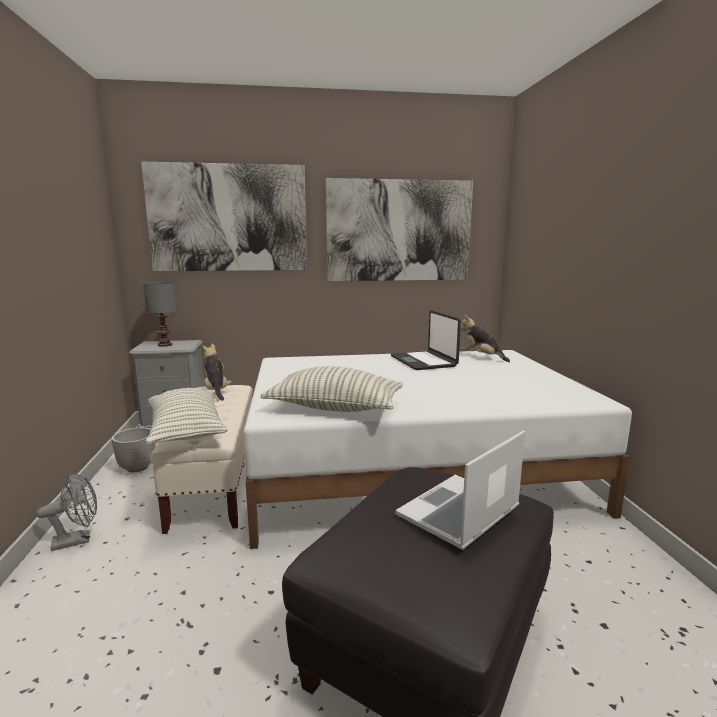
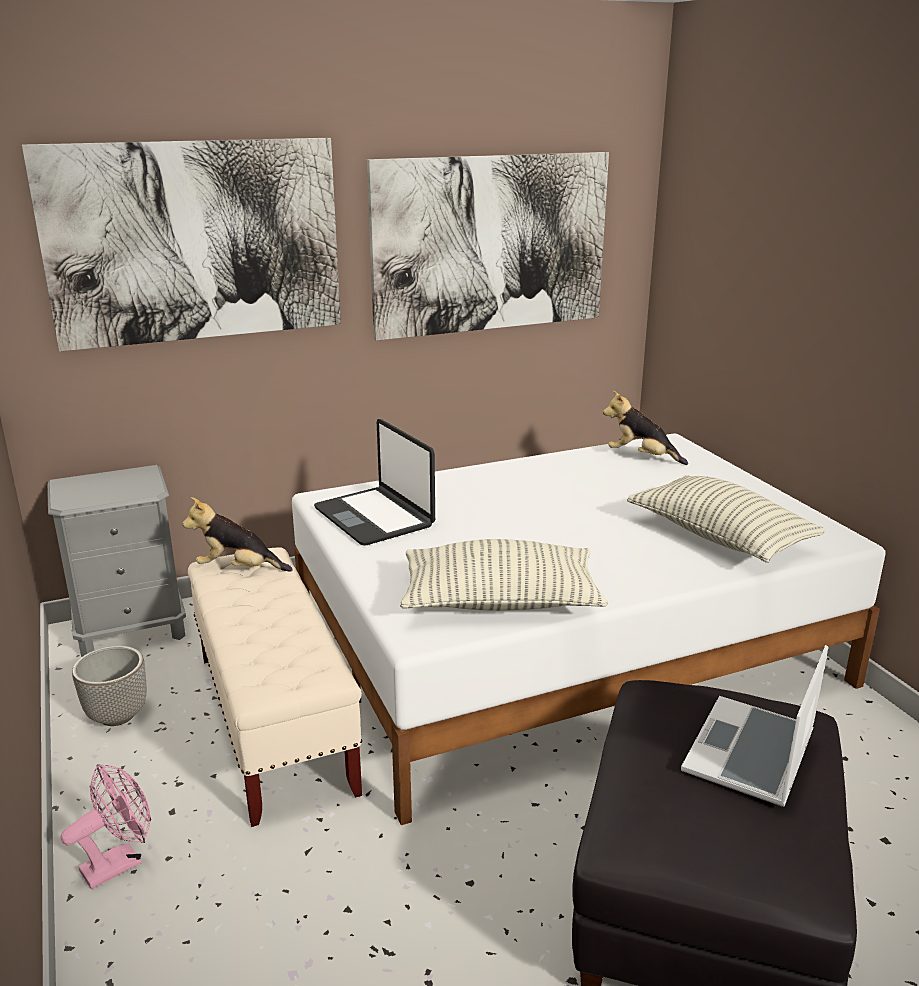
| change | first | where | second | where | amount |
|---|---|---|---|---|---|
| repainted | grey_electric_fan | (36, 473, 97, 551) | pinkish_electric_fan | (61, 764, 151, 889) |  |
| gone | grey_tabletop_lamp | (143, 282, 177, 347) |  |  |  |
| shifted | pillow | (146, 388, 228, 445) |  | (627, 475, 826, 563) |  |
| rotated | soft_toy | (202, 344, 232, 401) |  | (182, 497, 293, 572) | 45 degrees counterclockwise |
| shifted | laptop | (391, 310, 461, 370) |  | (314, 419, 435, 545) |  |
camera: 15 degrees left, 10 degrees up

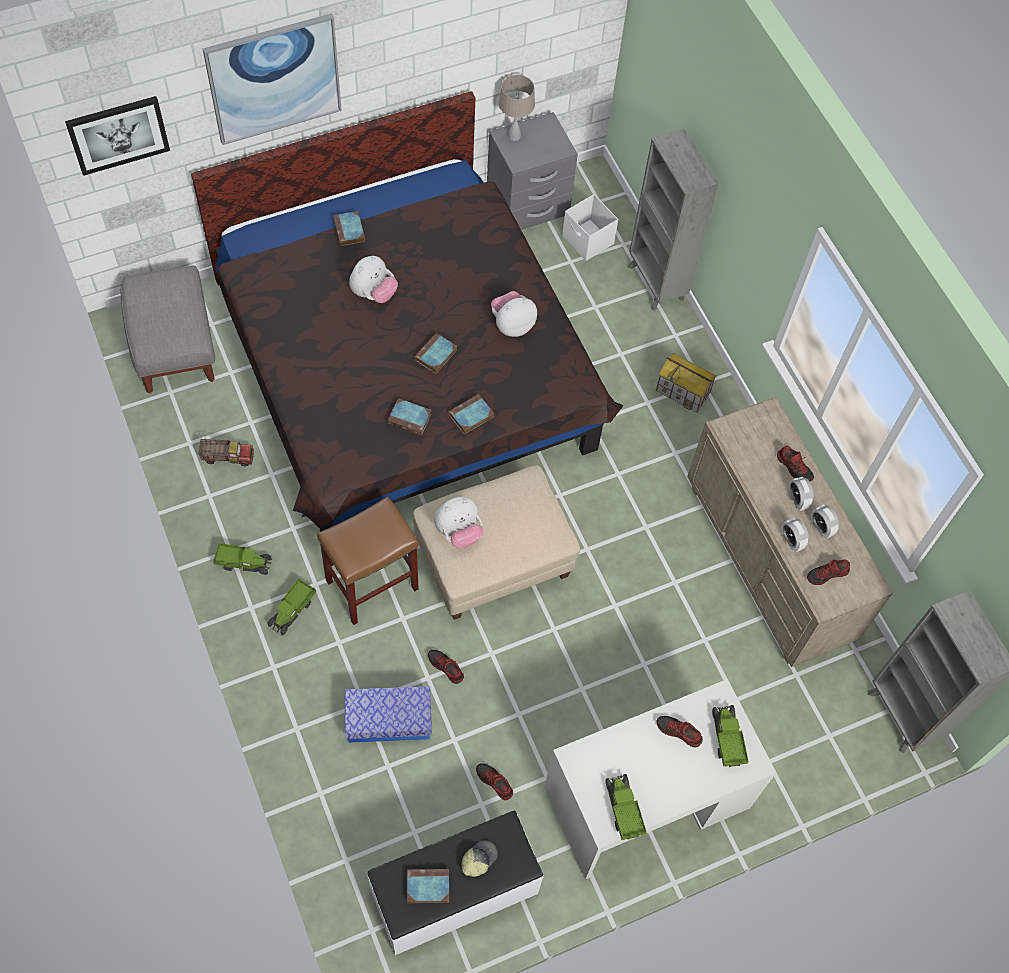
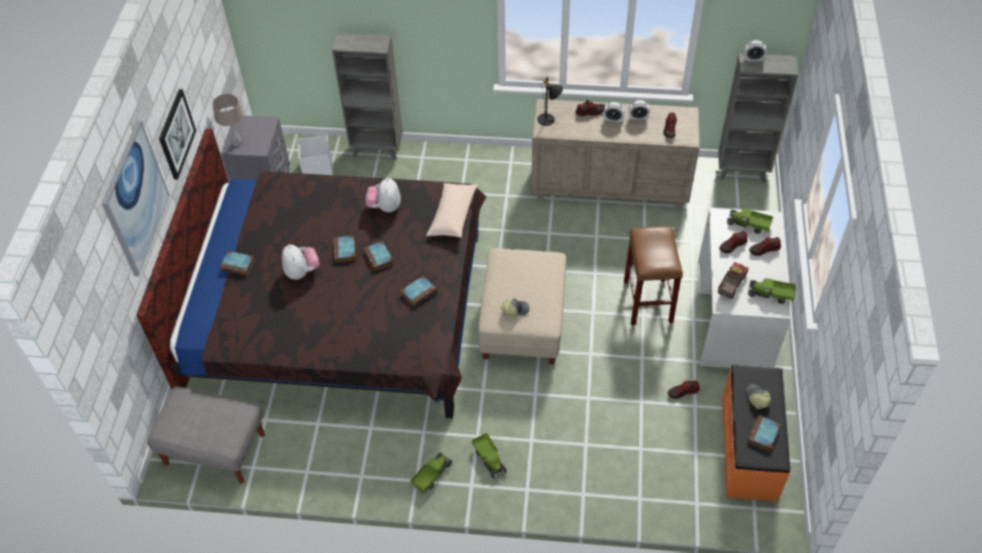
| change | first | where | second | where | amount |
|---|---|---|---|---|---|
| shifted | wall_picture | (65, 96, 170, 176) |  | (159, 89, 196, 180) |  |
| shifted | model_truck | (198, 439, 254, 466) |  | (718, 262, 748, 299) |  |
| shifted | brown-coloured_stool | (317, 496, 419, 625) |  | (624, 226, 683, 325) |  |
| gone | storage_bin | (345, 686, 432, 743) |  |  |  |
| repainted | white-coloured_indoor_bench | (367, 811, 544, 955) | orange_indoor_bench | (722, 365, 790, 501) |  |
| shifted | low_shoe | (428, 650, 464, 684) |  | (749, 237, 781, 256) |  |
| swapped | soft_toy | (434, 497, 483, 548) | cap | (501, 298, 529, 317) |  |
| shifted | volume | (449, 394, 494, 434) |  | (333, 236, 356, 262) |  |
| gone | toy_house | (656, 353, 716, 413) |  |  |  |
| shifted | table_clock | (782, 518, 809, 552) |  | (744, 40, 766, 62) |  |
| new |  |  | sand-coloured_pillow | (426, 183, 478, 238) |  |
| new |  |  | black_tabletop_lamp | (537, 77, 563, 126) |  |
camera: 55 degrees left, 10 degrees down

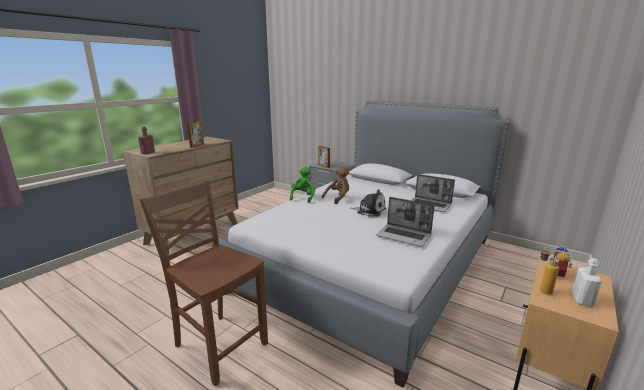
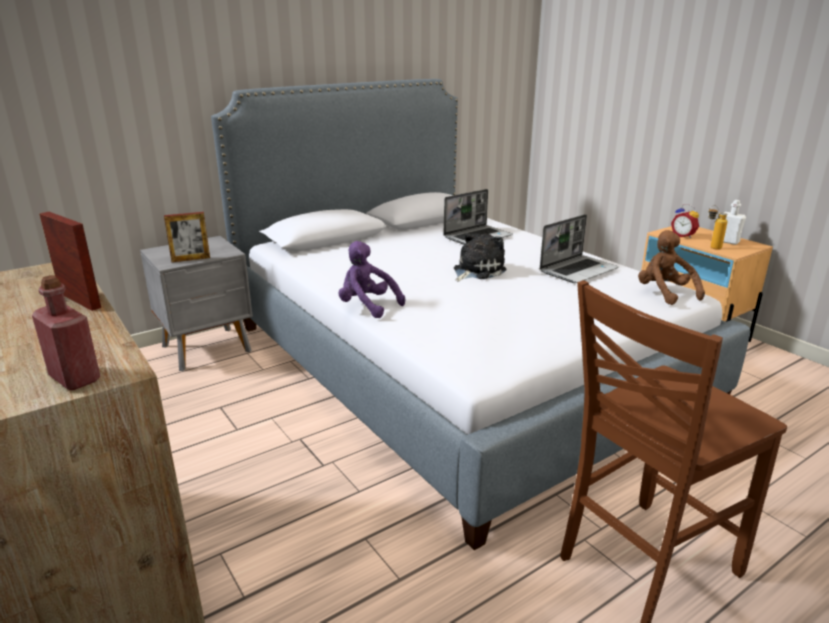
| change | first | where | second | where | amount |
|---|---|---|---|---|---|
| repainted | green-coloured_soft_toy | (290, 167, 315, 203) | purple_soft_toy | (339, 241, 405, 318) |  |
| shifted | brown-coloured_soft_toy | (322, 167, 349, 204) |  | (638, 230, 705, 305) |  |
camera: 70 degrees left, 5 degrees up

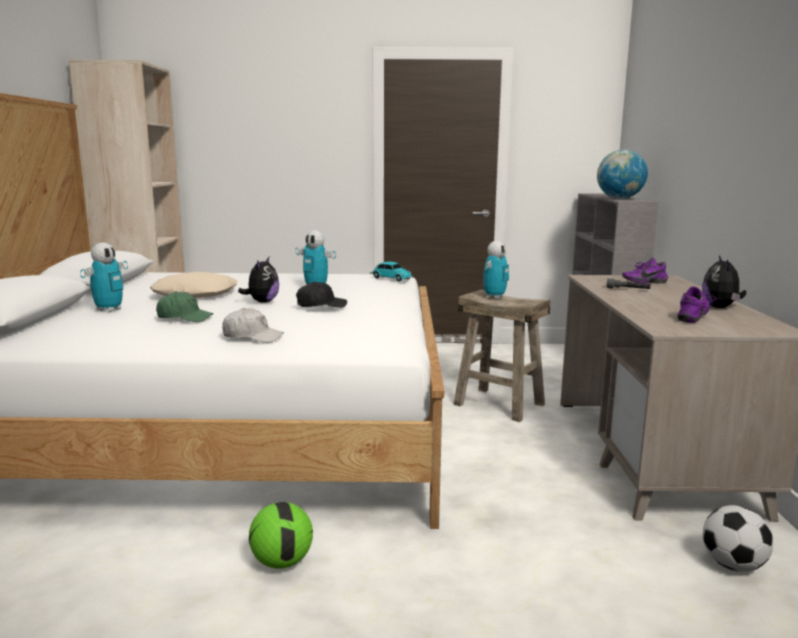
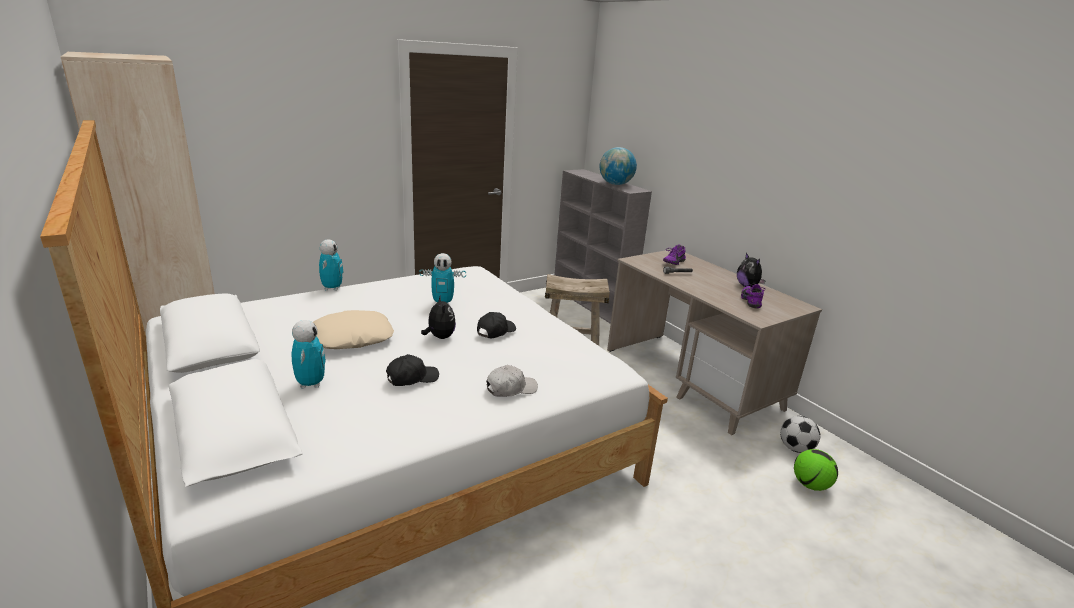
| change | first | where | second | where | amount |
|---|---|---|---|---|---|
| repainted | green-coloured_cap | (156, 291, 213, 322) | black_cap | (386, 354, 439, 386) |  |
| shifted | football | (249, 502, 313, 569) |  | (794, 449, 838, 491) |  |
| gone | model_car | (370, 262, 413, 282) |  |  |  |
| shifted | toy_robot | (483, 241, 509, 299) |  | (319, 239, 344, 291) |  |
camera: 35 degrees left, 10 degrees up

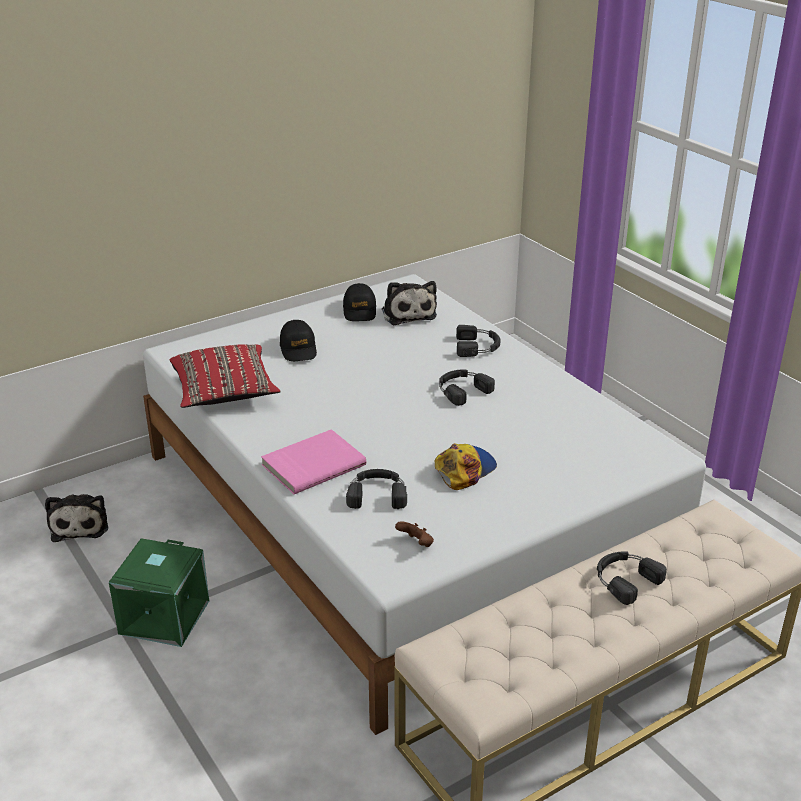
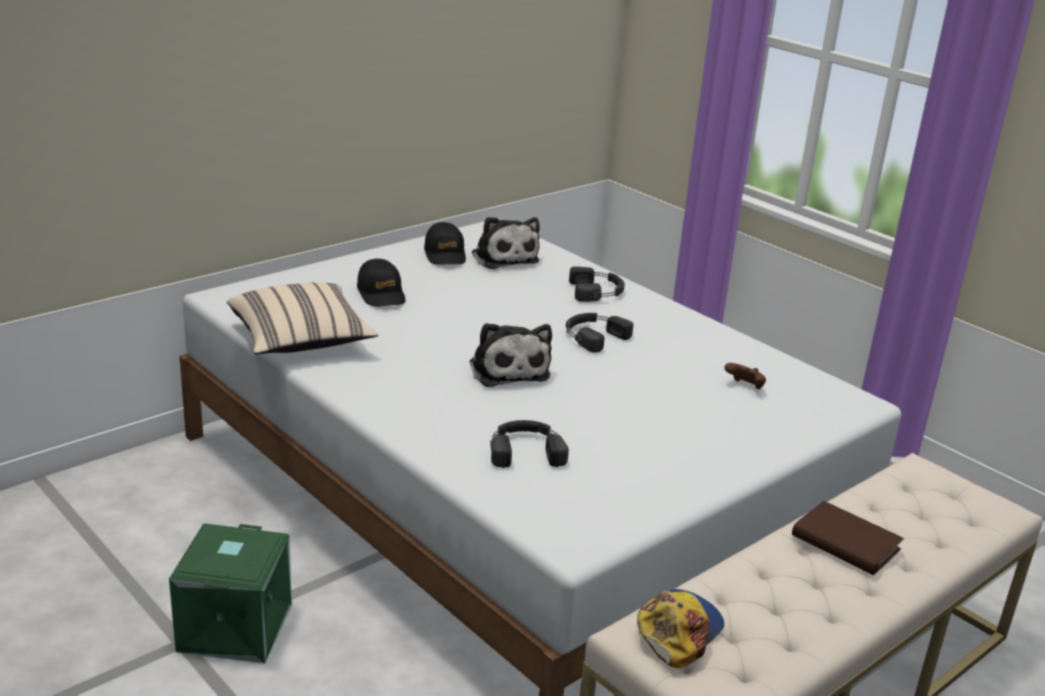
| change | first | where | second | where | amount |
|---|---|---|---|---|---|
| shifted | soft_toy | (45, 494, 108, 542) |  | (470, 323, 552, 387) |  |
| repainted | red-coloured_pillow | (170, 344, 280, 408) | sand-coloured_pillow | (227, 282, 378, 354) |  |
| gone | pinkish_volume | (261, 429, 366, 494) |  |  |  |
| shifted | brown-coloured_gamepad | (395, 521, 434, 547) |  | (725, 363, 766, 389) |  |
| shifted | cap | (435, 443, 497, 490) |  | (637, 589, 724, 668) |  |
| swapped | black_headphones | (597, 551, 667, 605) | brown-coloured_volume | (792, 501, 904, 575) |  |
camera: 10 degrees left, 5 degrees down

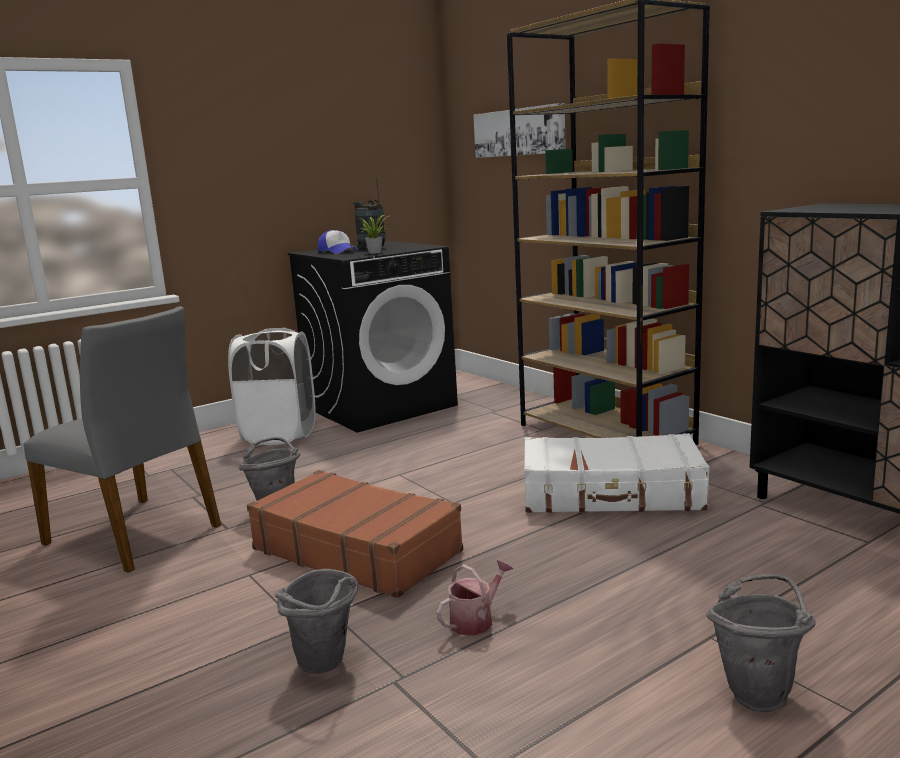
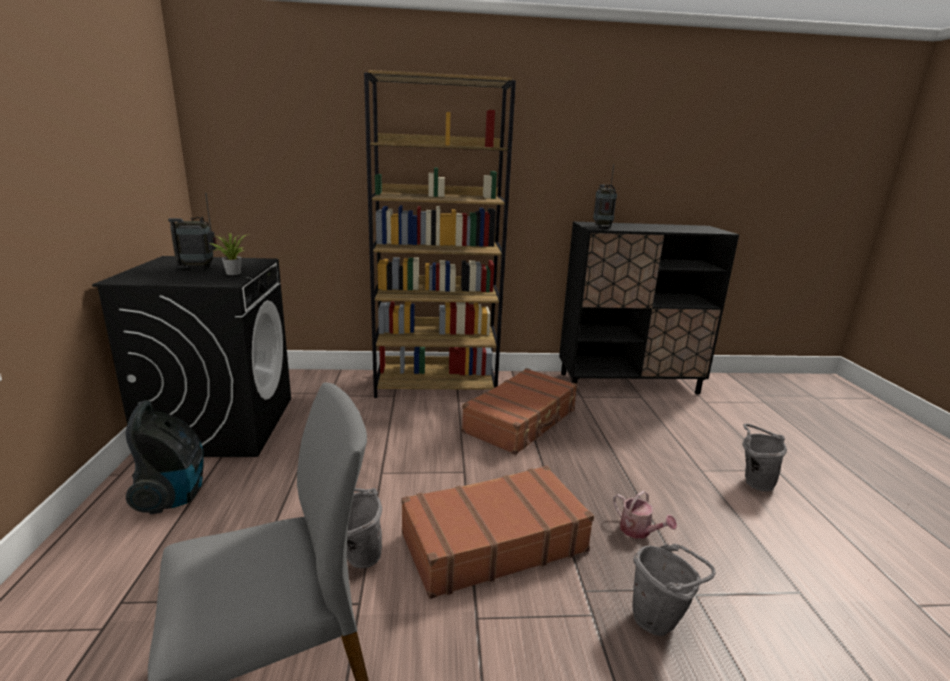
| change | first | where | second | where | amount |
|---|---|---|---|---|---|
| swapped | white-coloured_hamper | (228, 328, 315, 445) | vacuum | (125, 400, 204, 514) |  |
| gone | cap | (318, 230, 357, 254) |  |  |  |
| rotated | watering_pot | (436, 559, 513, 636) |  | (613, 491, 677, 539) | 150 degrees clockwise |
| gone | wall_picture | (474, 103, 566, 158) |  |  |  |
| repainted | white-coloured_travel_case | (524, 433, 709, 513) | brown-coloured_travel_case | (461, 368, 578, 455) |  |
| new |  |  | radio_receiver | (593, 164, 617, 228) |  |
camera: 60 degrees left, 5 degrees up

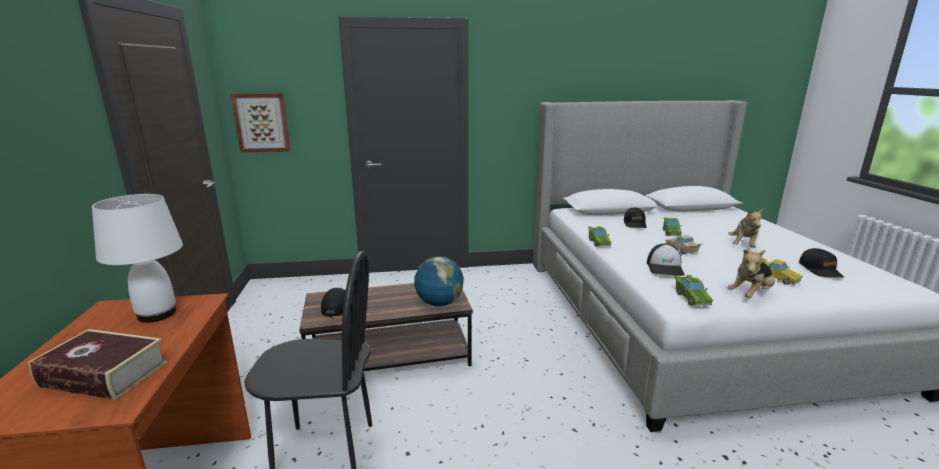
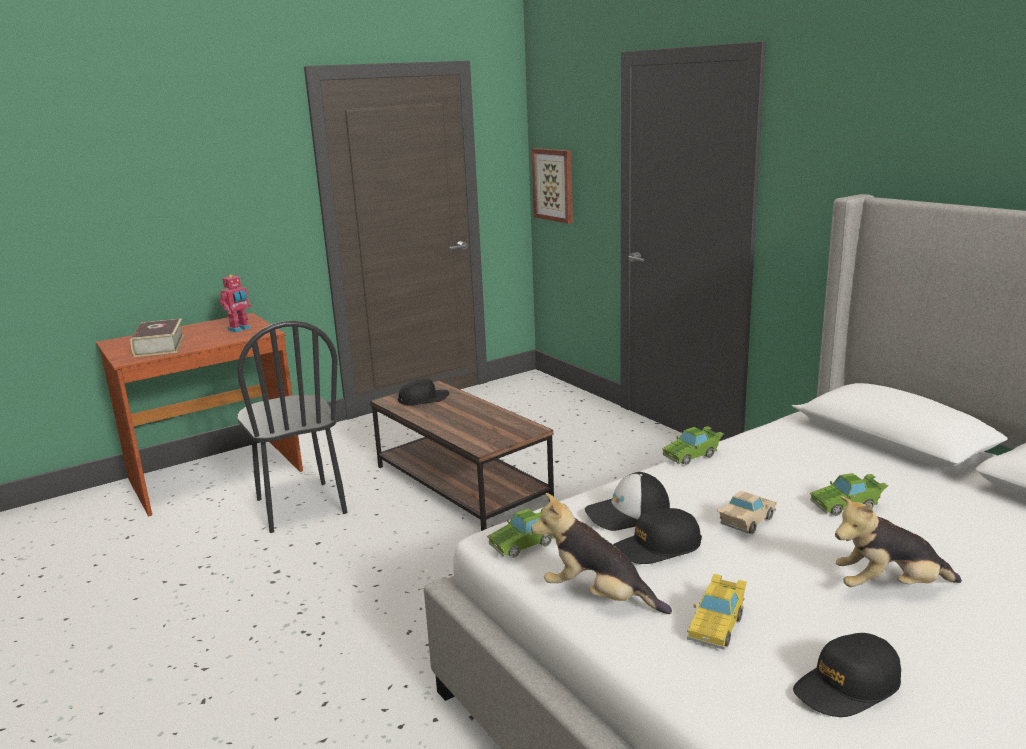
| change | first | where | second | where | amount |
|---|---|---|---|---|---|
| swapped | white-coloured_tabletop_lamp | (92, 194, 183, 323) | toy_robot | (220, 274, 252, 332) |  |
| gone | globe | (414, 256, 464, 306) |  |  |  |
| shifted | black_cap | (623, 207, 646, 228) |  | (613, 508, 702, 564) |  |
camera: 65 degrees right, 0 degrees up

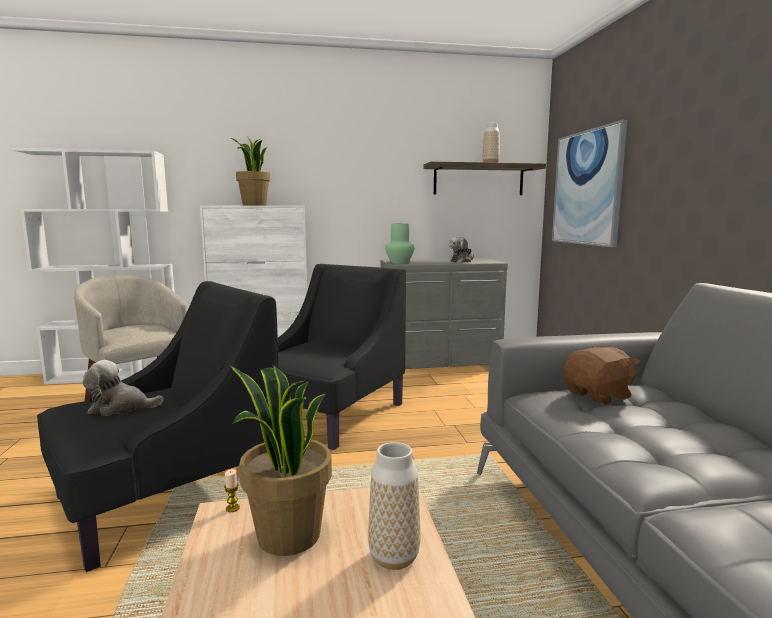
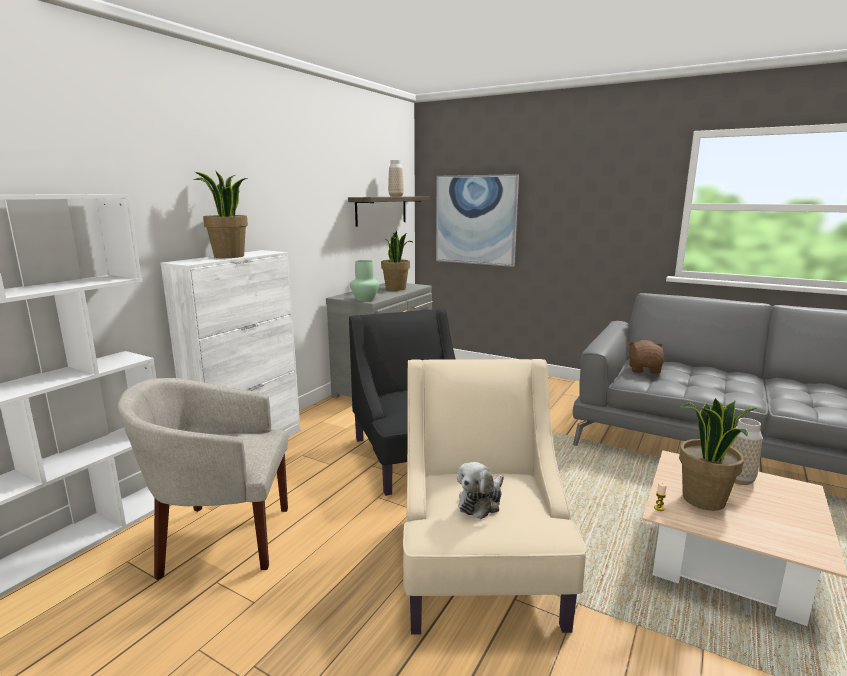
| change | first | where | second | where | amount |
|---|---|---|---|---|---|
| repainted | black_armchair | (37, 281, 279, 572) | sand-coloured_armchair | (403, 359, 586, 635) |  |
| swapped | soft_toy | (449, 236, 474, 263) | plant_in_a_pot | (381, 231, 412, 291) |  |
camera: 50 degrees left, 5 degrees up

